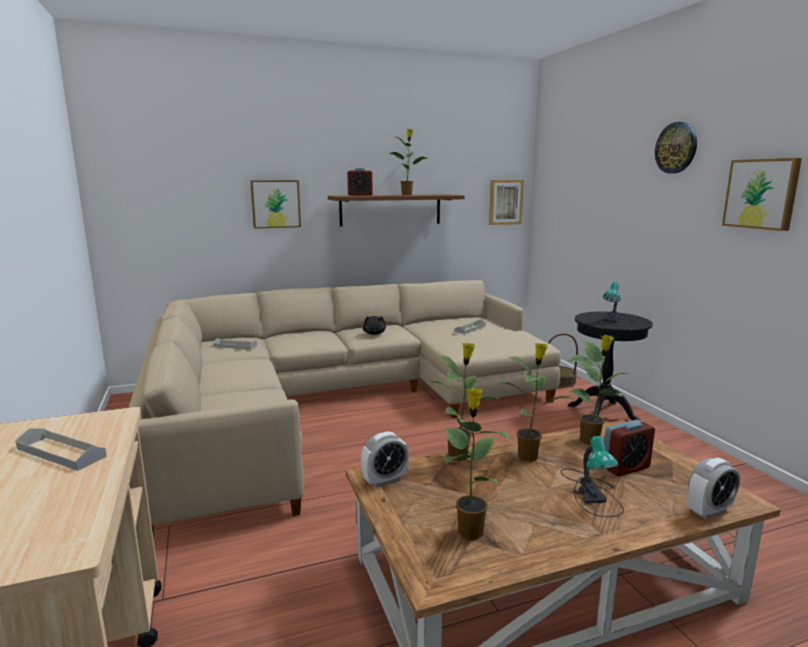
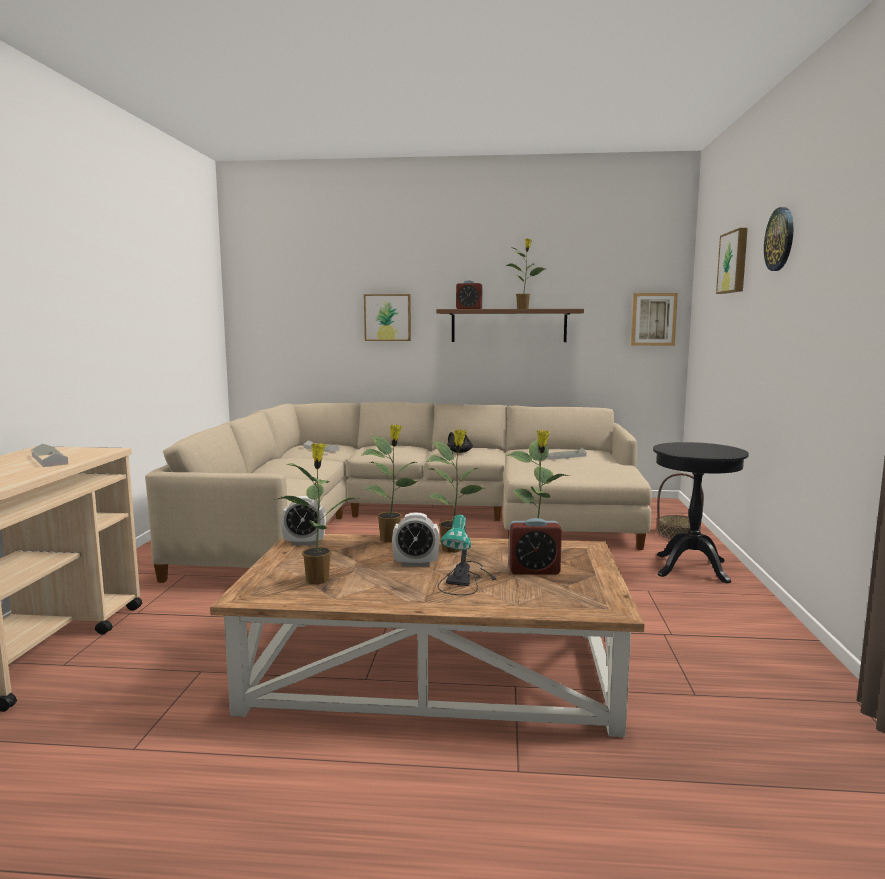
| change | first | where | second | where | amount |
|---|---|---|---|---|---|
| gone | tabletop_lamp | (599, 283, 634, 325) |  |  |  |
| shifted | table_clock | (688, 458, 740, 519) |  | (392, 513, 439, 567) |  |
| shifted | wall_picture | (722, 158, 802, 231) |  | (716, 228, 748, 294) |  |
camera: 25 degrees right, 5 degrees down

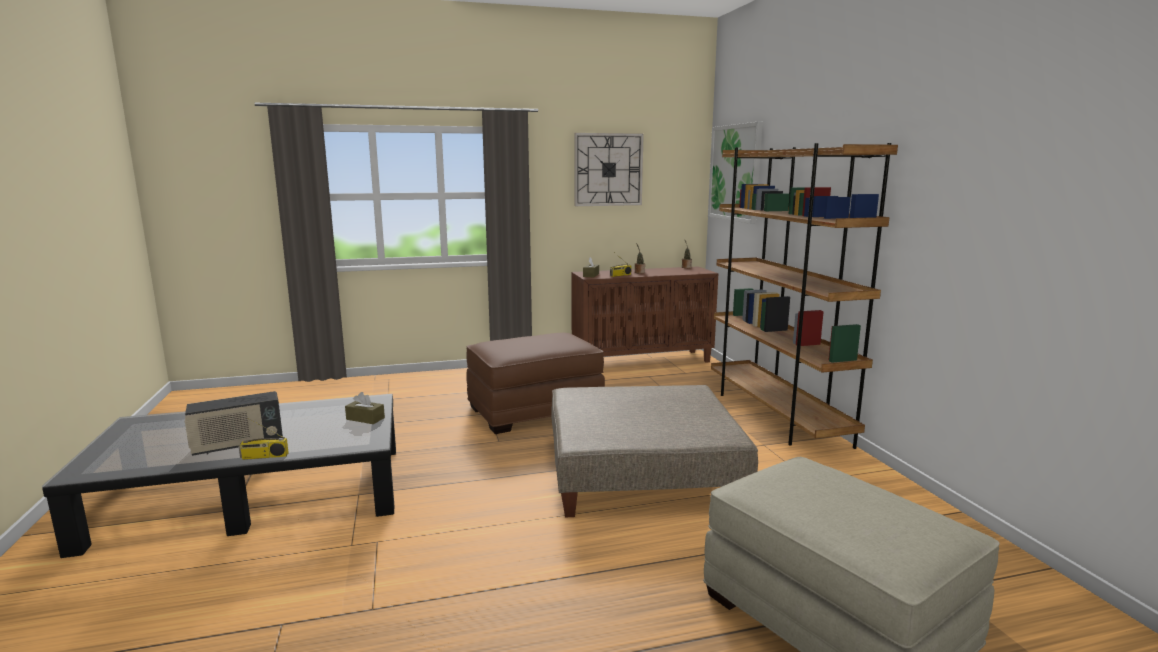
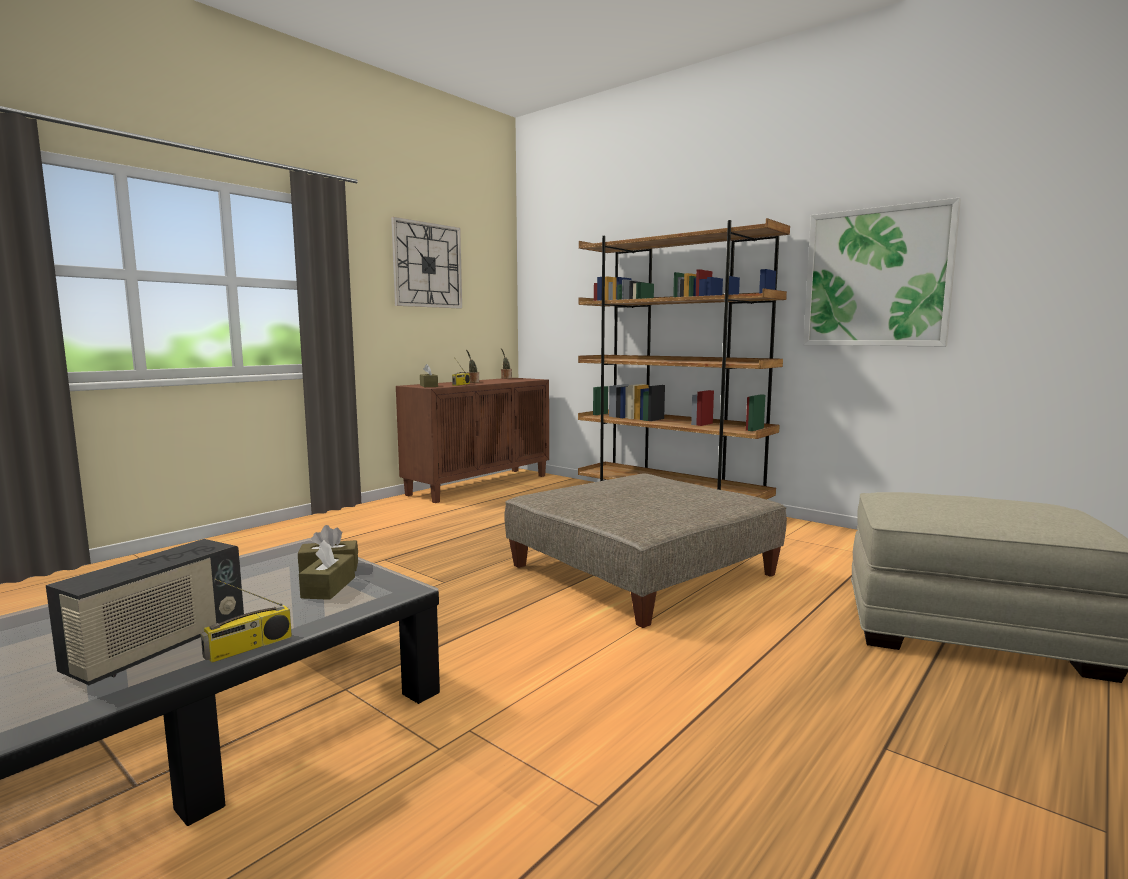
| change | first | where | second | where | amount |
|---|---|---|---|---|---|
| gone | brown-coloured_ottoman | (466, 333, 605, 434) |  |  |  |
| shifted | wall_picture | (708, 122, 763, 224) |  | (803, 198, 961, 346) |  |
| new |  |  | brown-coloured_tissue_box | (299, 540, 355, 600) |  |
camera: 35 degrees left, 5 degrees down

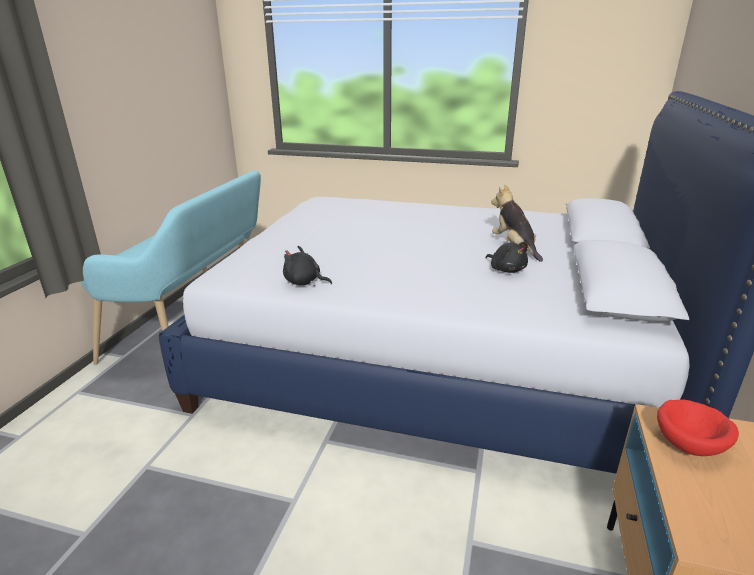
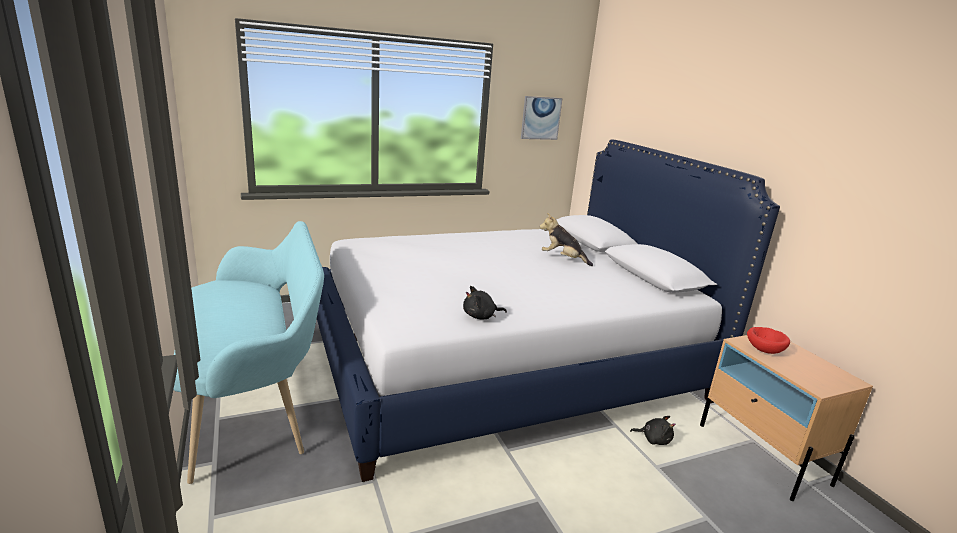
| change | first | where | second | where | amount |
|---|---|---|---|---|---|
| shifted | black_soft_toy | (486, 242, 528, 273) |  | (630, 416, 675, 445) |  |
| new |  |  | wall_picture | (521, 96, 563, 140) |  |
camera: 40 degrees left, 5 degrees down

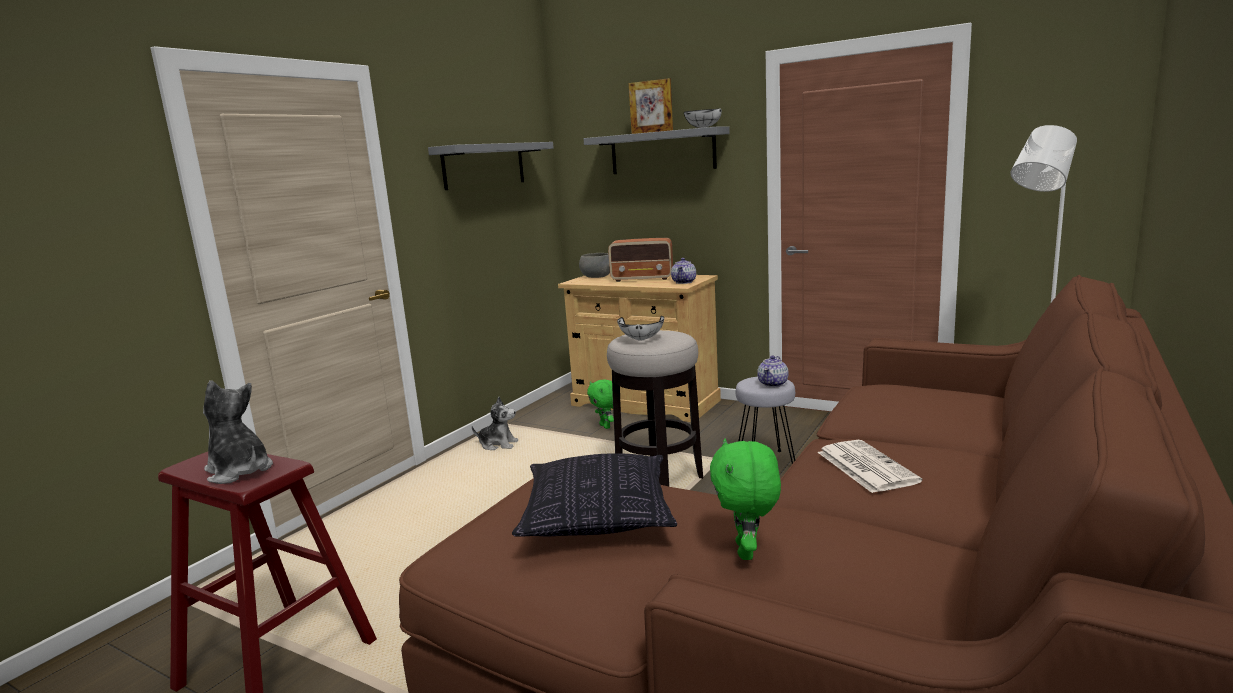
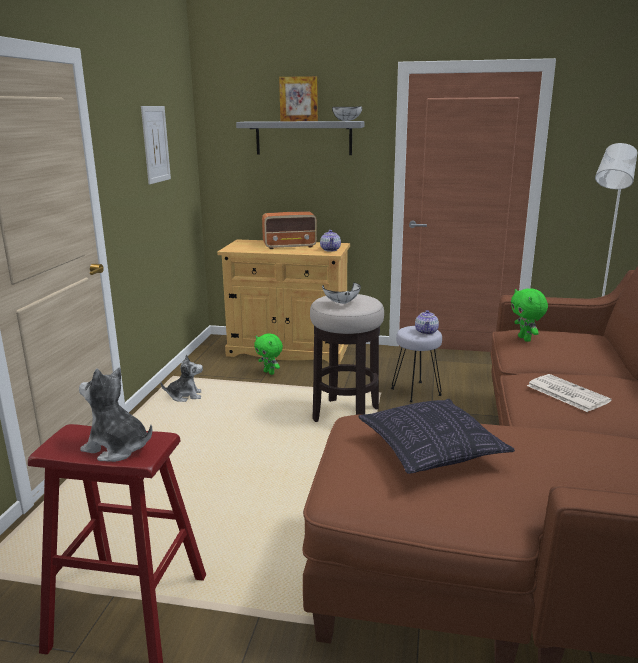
| change | first | where | second | where | amount |
|---|---|---|---|---|---|
| swapped | grey_shelf | (428, 142, 554, 190) | wall_picture | (141, 106, 171, 184) |  |
| gone | grey_bowl | (579, 253, 610, 278) |  |  |  |
| shifted | green-coloured_soft_toy | (710, 439, 781, 560) |  | (511, 289, 548, 342) |  |
camera: 20 degrees left, 5 degrees up

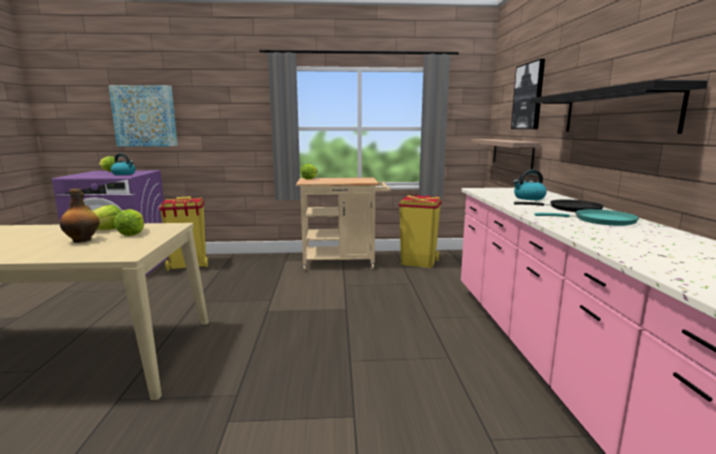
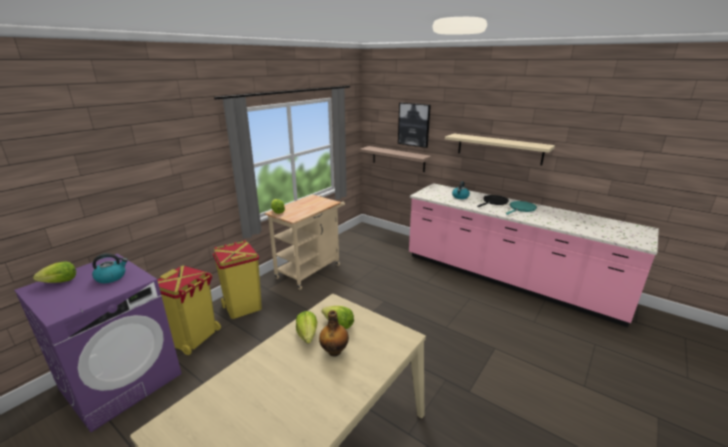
| change | first | where | second | where | amount |
|---|---|---|---|---|---|
| gone | wall_picture | (108, 85, 178, 146) |  |  |  |
| shifted | yellowish_rubbish_bin | (399, 194, 442, 268) |  | (213, 240, 262, 319) |  |
| repainted | black_shelf | (530, 80, 708, 134) | sand-coloured_shelf | (445, 134, 555, 165) |  |
camera: 50 degrees left, 10 degrees up

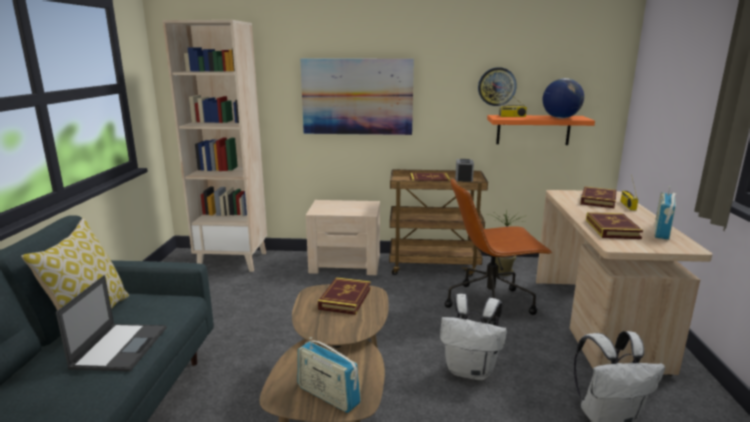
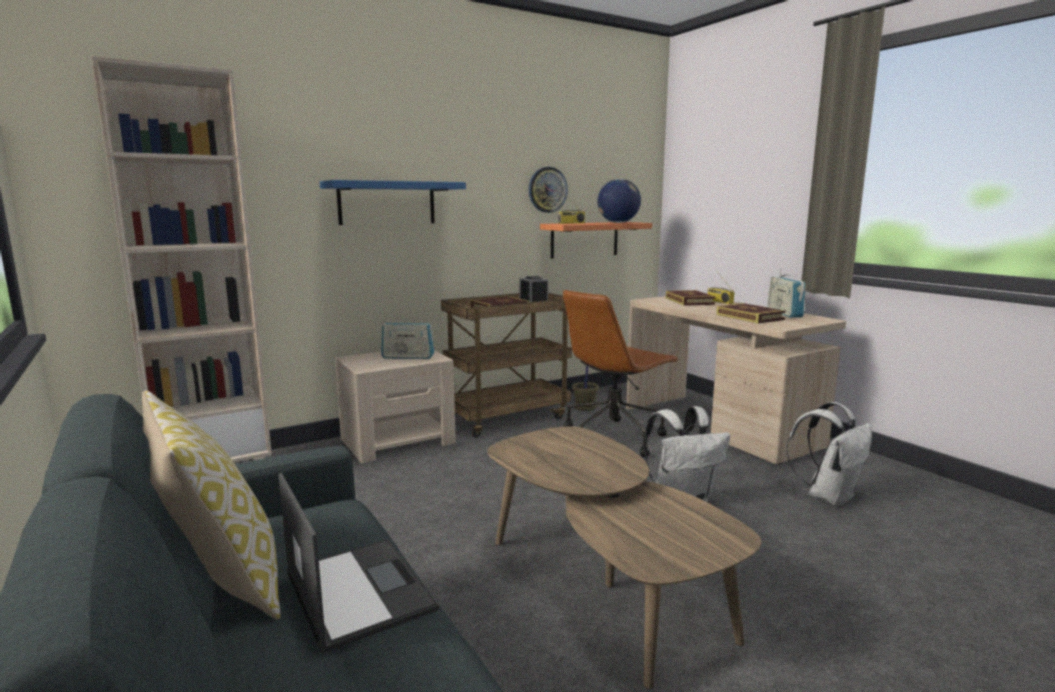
| change | first | where | second | where | amount |
|---|---|---|---|---|---|
| shifted | radio_receiver | (298, 337, 361, 413) |  | (381, 315, 434, 359) |  |
| swapped | wall_picture | (300, 59, 414, 135) | blue_shelf | (320, 180, 466, 225) |  |
| gone | volume | (318, 277, 371, 315) |  |  |  |
camera: 35 degrees left, 5 degrees down

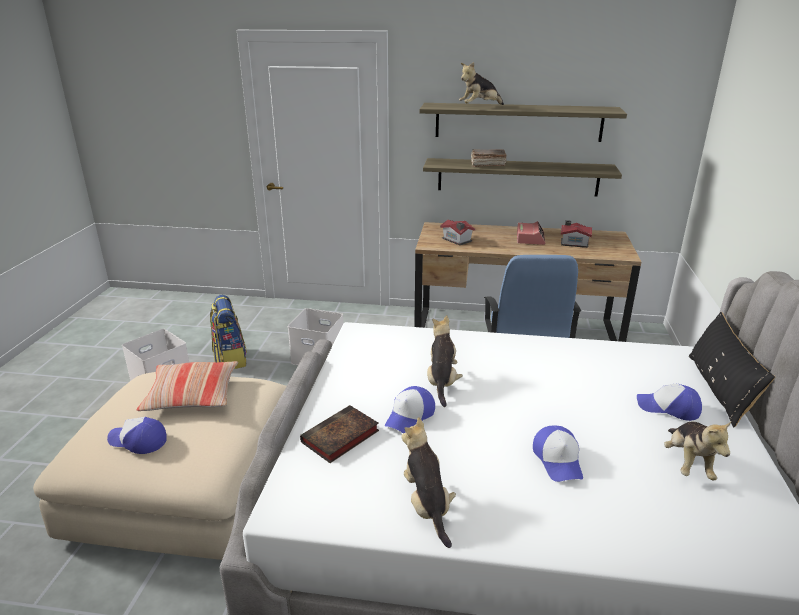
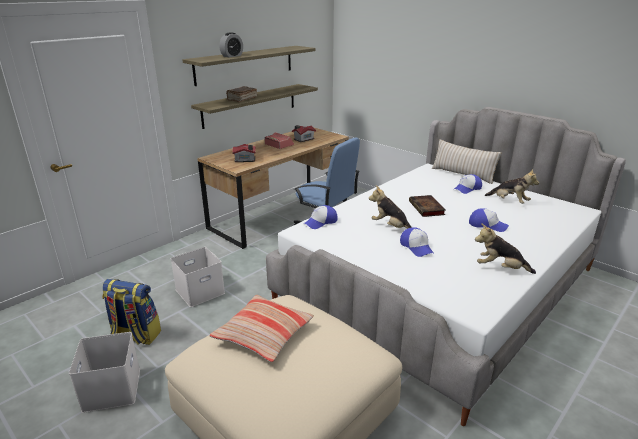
| change | first | where | second | where | amount |
|---|---|---|---|---|---|
| shifted | cap | (107, 417, 167, 454) |  | (303, 205, 338, 229) |  |
| shifted | volume | (300, 405, 379, 463) |  | (409, 195, 446, 217) |  |
| swapped | soft_toy | (459, 62, 504, 105) | table_clock | (219, 32, 243, 57) |  |
| repainted | black_pillow | (689, 312, 775, 427) | sand-coloured_pillow | (432, 139, 501, 184) |  |
camera: 55 degrees left, 0 degrees up

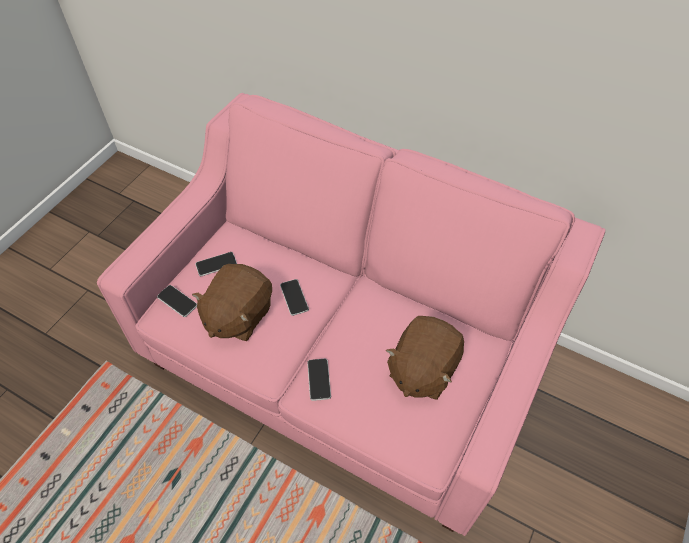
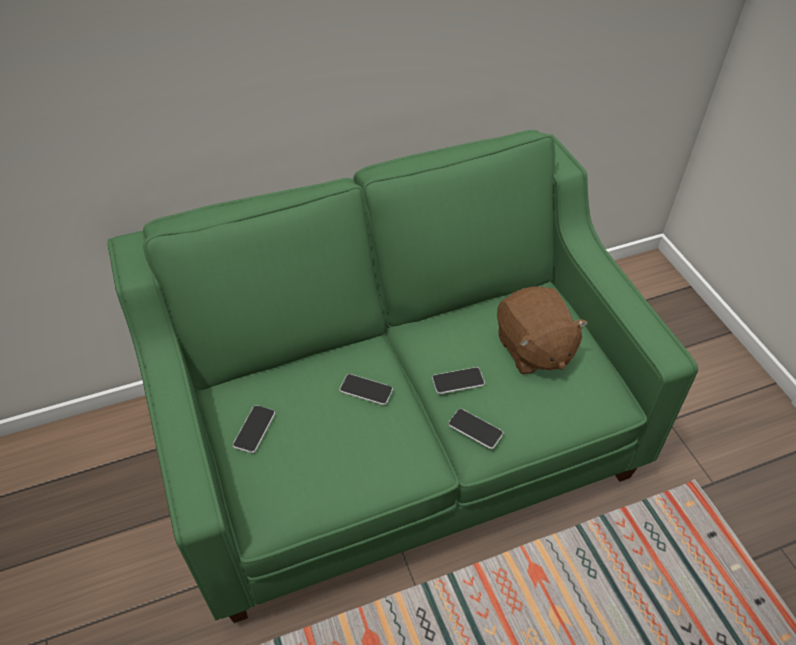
| change | first | where | second | where | amount |
|---|---|---|---|---|---|
| repainted | pinkish_couch | (97, 93, 605, 536) | green-coloured_couch | (108, 130, 698, 623) |  |
| shifted | handset | (157, 285, 197, 317) |  | (432, 367, 485, 394) |  |
| gone | brown-coloured_soft_toy | (192, 264, 272, 341) |  |  |  |
camera: 50 degrees left, 5 degrees down

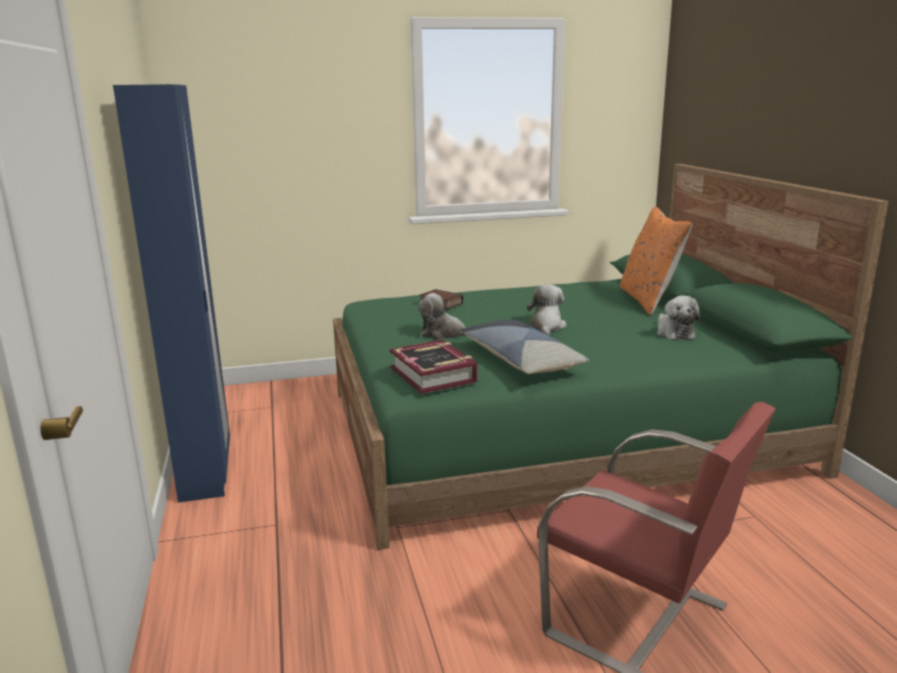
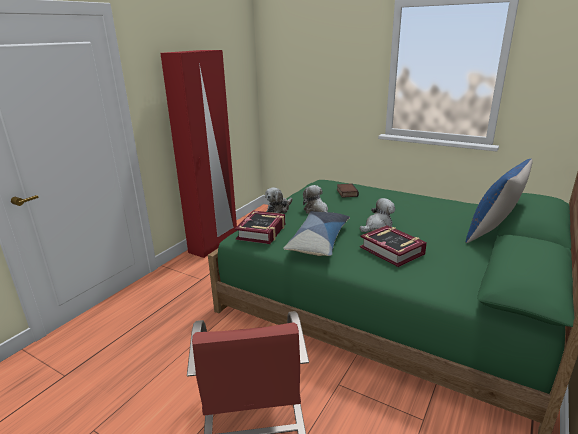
| change | first | where | second | where | amount |
|---|---|---|---|---|---|
| repainted | blue_armoire | (113, 84, 230, 503) | red-coloured_armoire | (160, 50, 237, 258) |  |
| repainted | orange_pillow | (620, 206, 693, 315) | blue_pillow | (466, 159, 533, 243) |  |
| shifted | soft_toy | (657, 296, 700, 340) |  | (265, 187, 293, 213) |  |
| new |  |  | volume | (360, 225, 427, 267) |  |
camera: 45 degrees right, 5 degrees up

